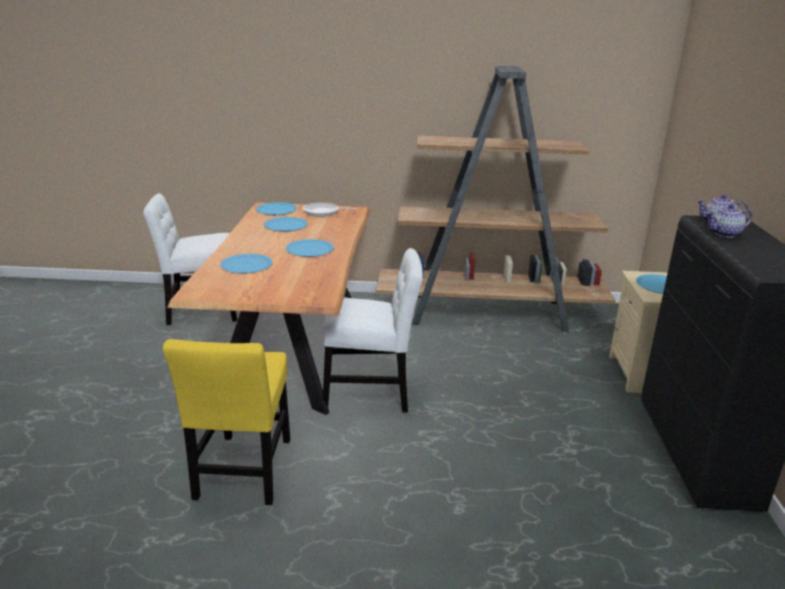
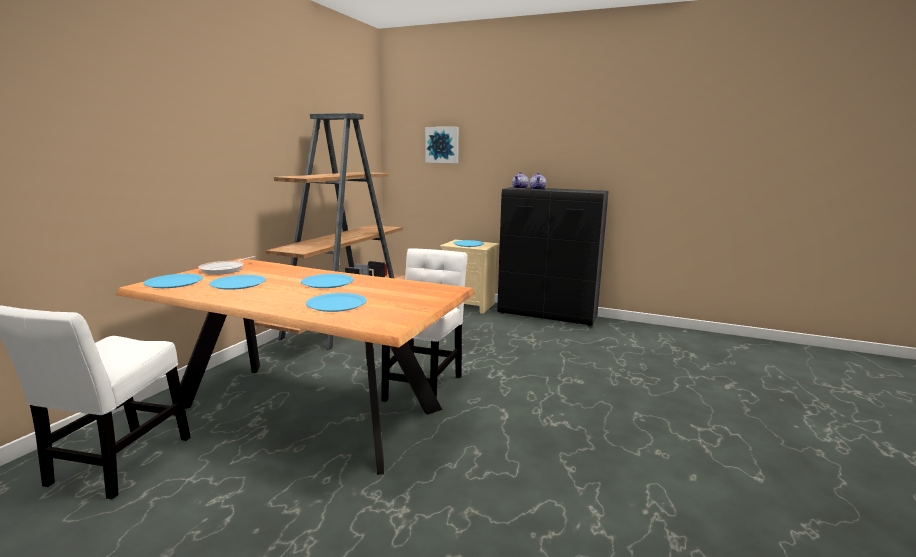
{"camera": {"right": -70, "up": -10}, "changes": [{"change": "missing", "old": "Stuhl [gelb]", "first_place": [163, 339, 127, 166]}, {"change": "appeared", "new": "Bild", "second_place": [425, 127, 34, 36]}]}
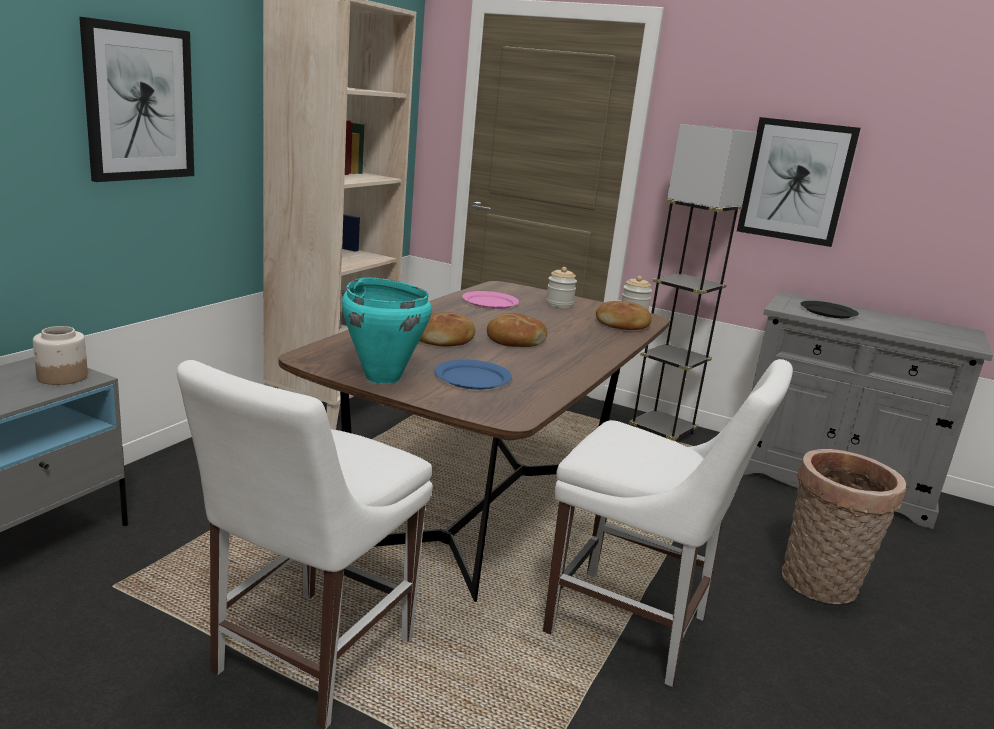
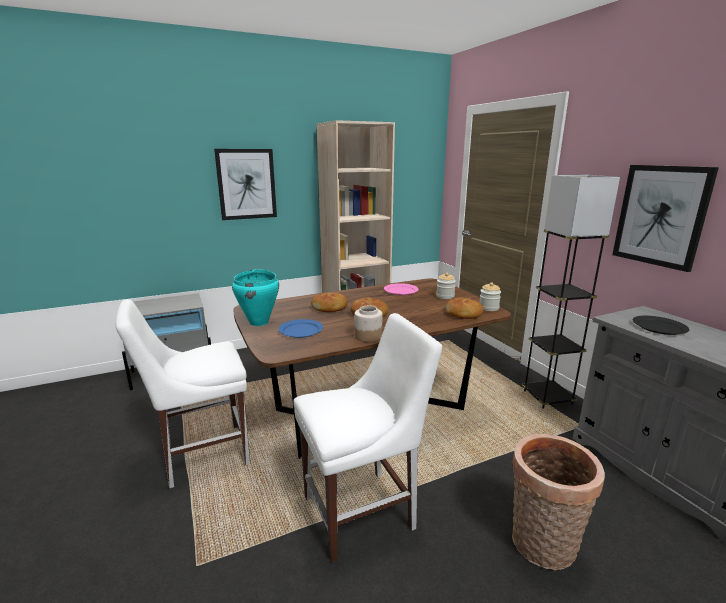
{"camera": {"right": 40, "up": 0}, "changes": [{"change": "relocated", "old": "Vorratsglas", "first_place": [33, 326, 55, 59], "second_place": [354, 306, 28, 36]}, {"change": "spun", "old": "Stuhl [weiß]", "first_place": [543, 359, 250, 328], "second_place": [293, 313, 149, 250], "degrees": -90}]}
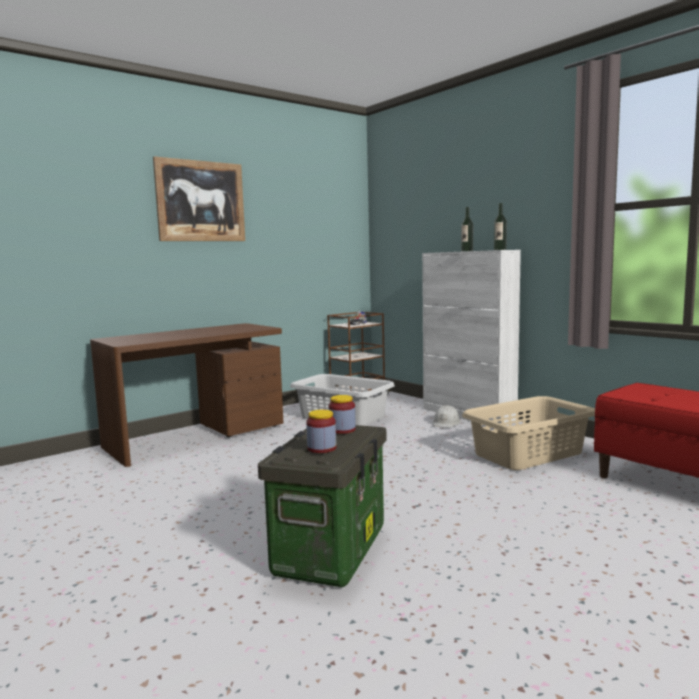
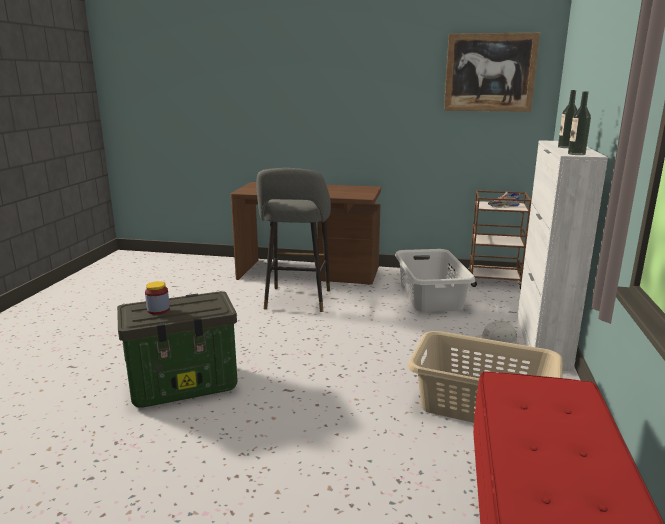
{"camera": {"right": 50, "up": 10}, "changes": [{"change": "relocated", "old": "Bild", "first_place": [153, 156, 92, 85], "second_place": [444, 33, 96, 79]}, {"change": "missing", "old": "Vorratsglas", "first_place": [329, 395, 27, 39]}, {"change": "appeared", "new": "Hocker [grau]", "second_place": [256, 168, 75, 144]}]}
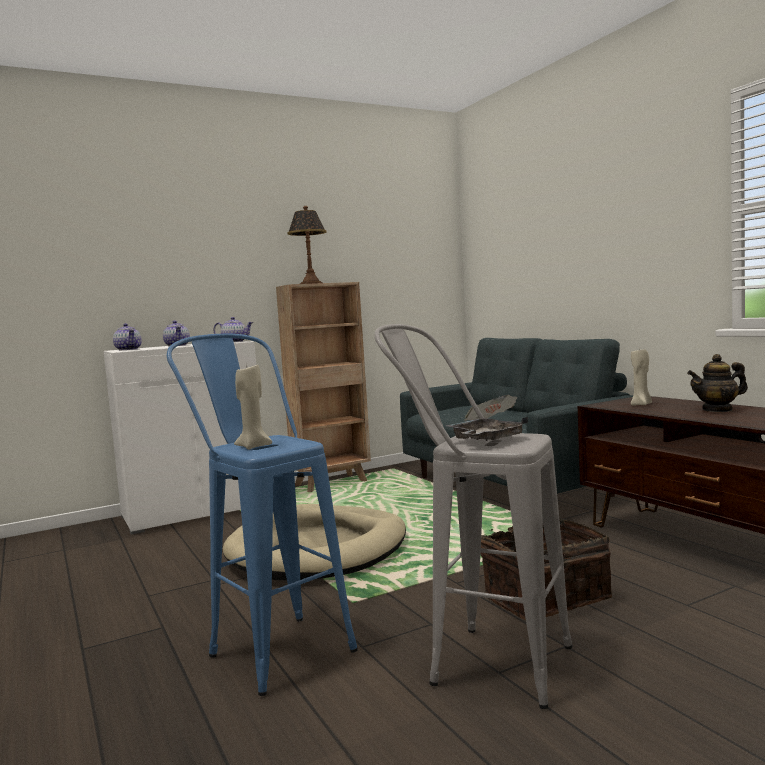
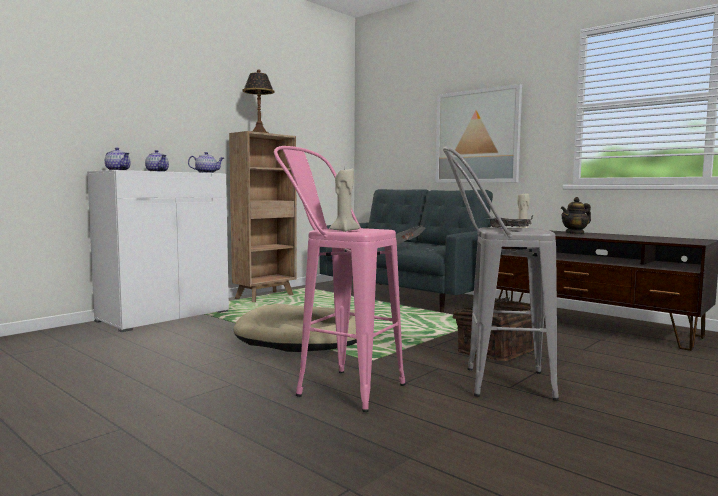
{"camera": {"right": -20, "up": 0}, "changes": [{"change": "colour", "old": "Hocker [blau]", "new": "Hocker [rosa]", "first_place": [167, 334, 191, 362], "second_place": [274, 146, 132, 266]}, {"change": "appeared", "new": "Bild", "second_place": [435, 84, 87, 99]}]}
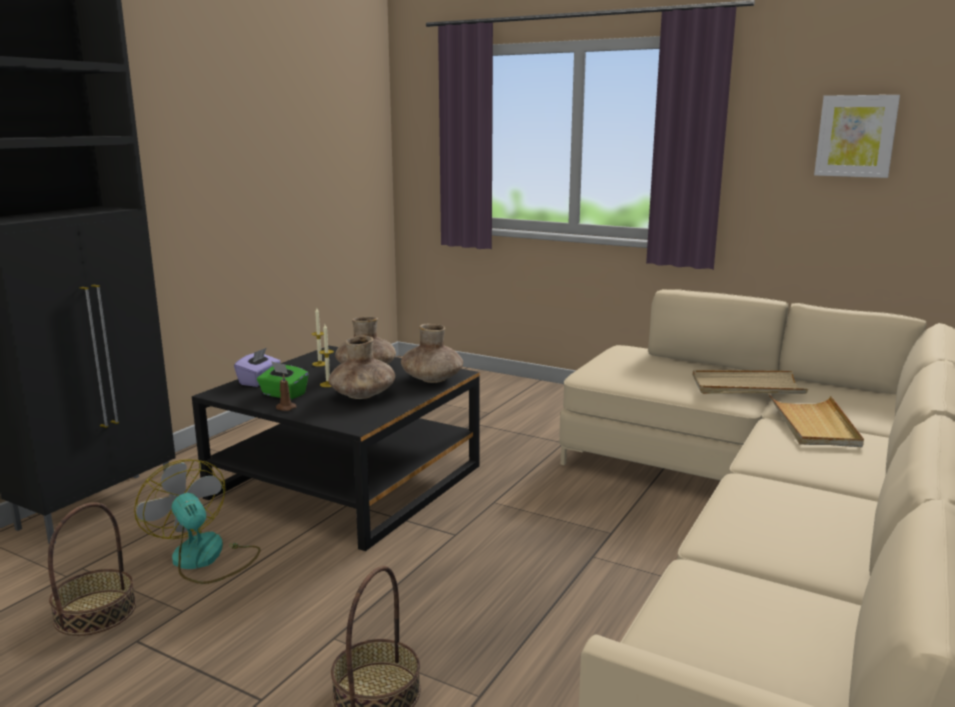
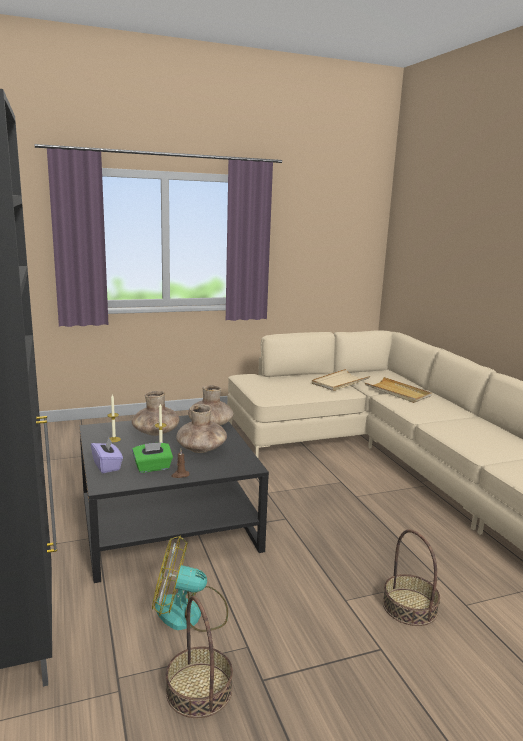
{"camera": {"right": -50, "up": 0}, "changes": [{"change": "missing", "old": "Bild", "first_place": [814, 95, 86, 83]}]}
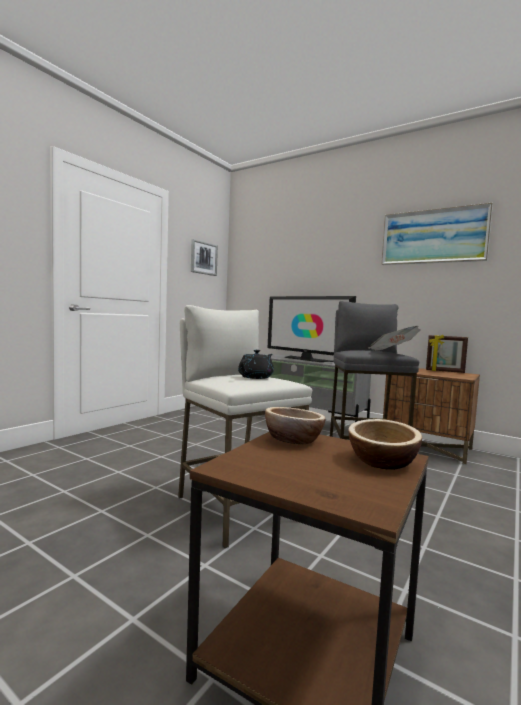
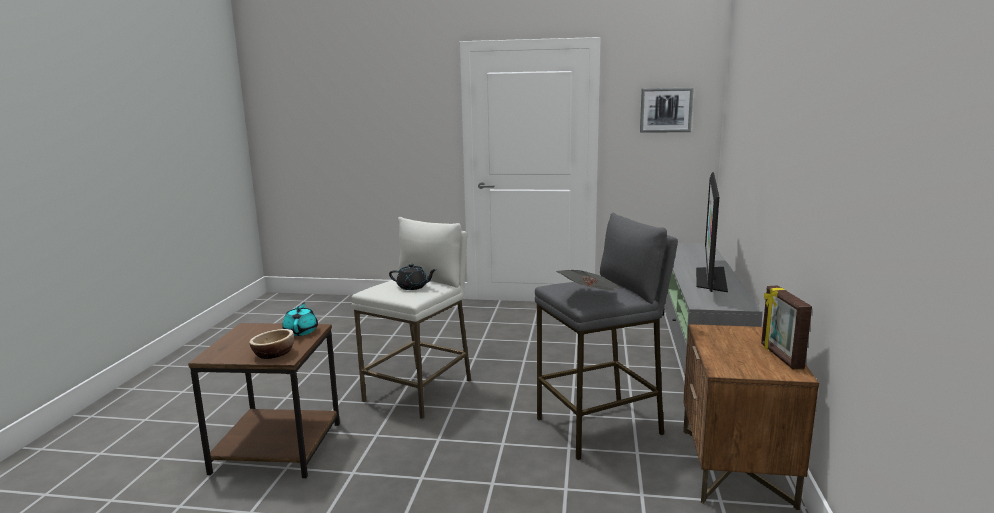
{"camera": {"right": 65, "up": 10}, "changes": [{"change": "exchanged", "old": "Schüssel", "new": "Teekanne [türkis]", "first_place": [265, 407, 61, 37], "second_place": [282, 303, 36, 33]}, {"change": "missing", "old": "Bild", "first_place": [381, 203, 112, 62]}]}
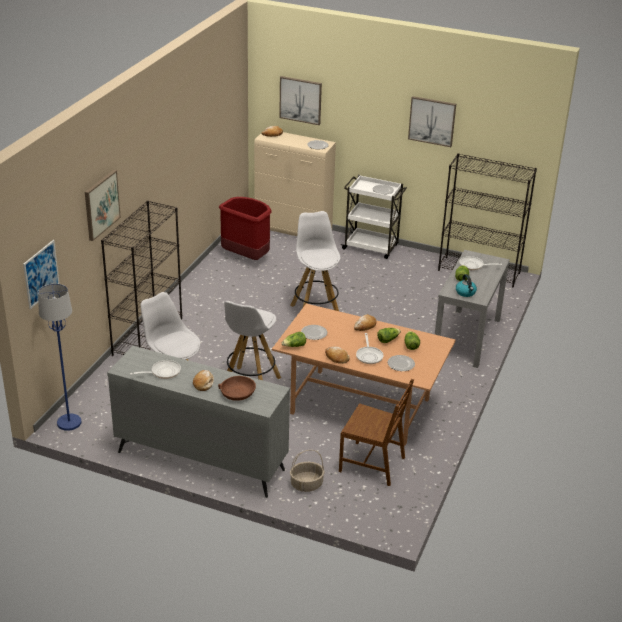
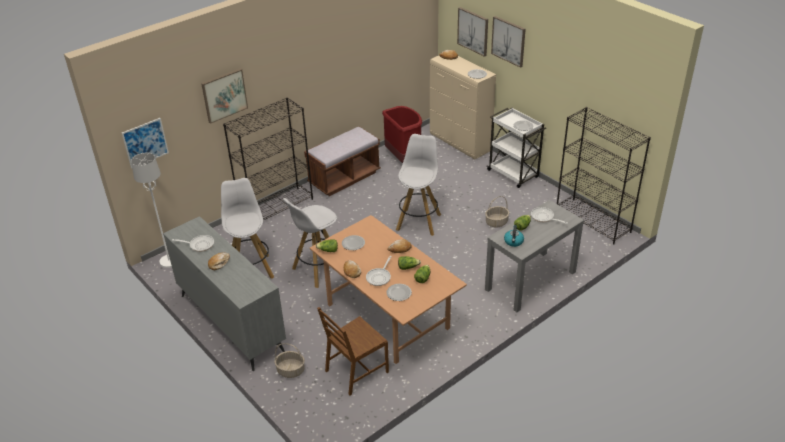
{"camera": {"right": 30, "up": 5}, "changes": [{"change": "colour", "old": "Stehlampe [blau]", "new": "Stehlampe [weiß]", "first_place": [38, 284, 43, 147], "second_place": [131, 153, 41, 115]}, {"change": "missing", "old": "Schüssel [braun]", "first_place": [218, 376, 38, 25]}, {"change": "spun", "old": "Stuhl [braun]", "first_place": [339, 379, 75, 107], "second_place": [317, 307, 72, 88], "degrees": 90}, {"change": "relocated", "old": "Bild", "first_place": [408, 96, 48, 51], "second_place": [491, 16, 35, 52]}, {"change": "appeared", "new": "Bank [braun]", "second_place": [304, 126, 77, 70]}, {"change": "appeared", "new": "Korb", "second_place": [485, 196, 24, 32]}]}
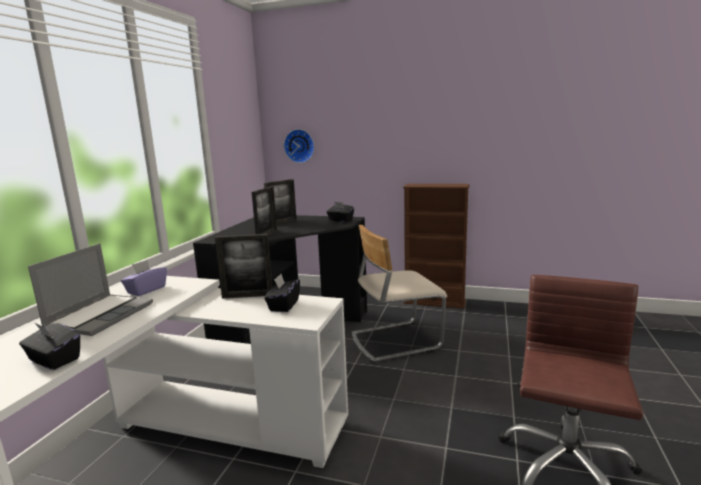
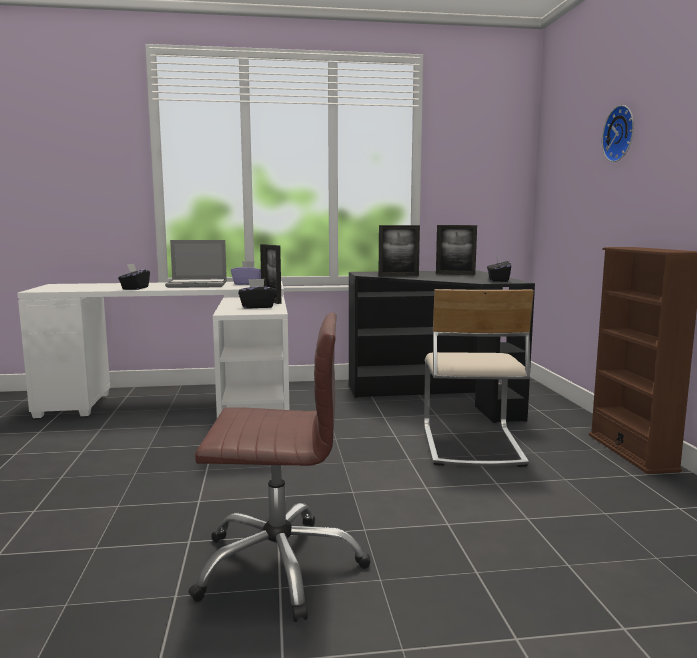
{"camera": {"right": 65, "up": -5}, "changes": [{"change": "relocated", "old": "Wanduhr", "first_place": [284, 129, 31, 34], "second_place": [602, 105, 32, 57]}, {"change": "spun", "old": "Stuhl [beige]", "first_place": [351, 225, 96, 138], "second_place": [424, 289, 110, 178], "degrees": -135}]}
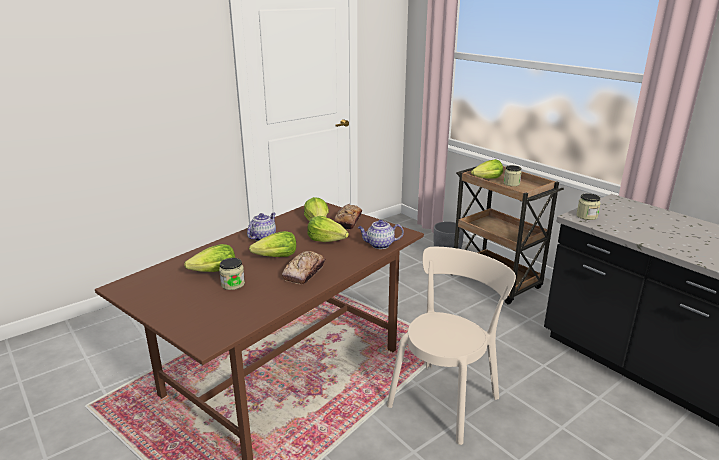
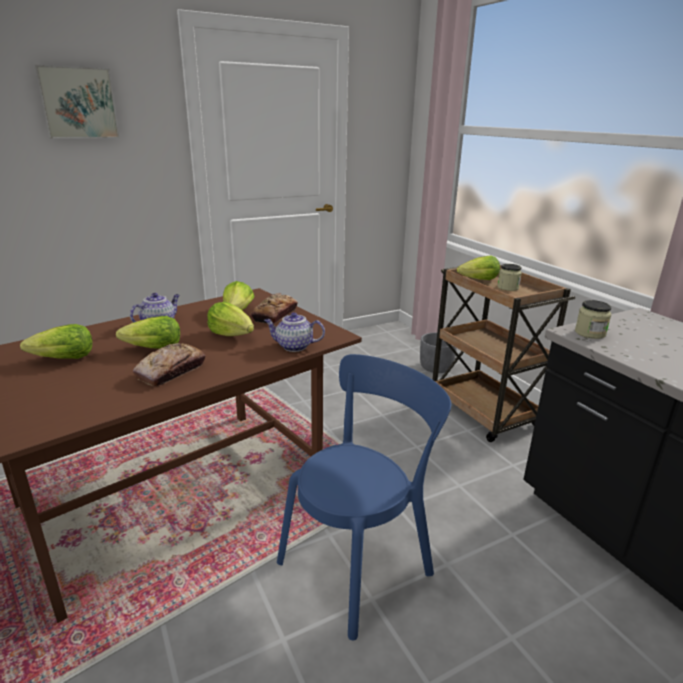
{"camera": {"right": 10, "up": 0}, "changes": [{"change": "missing", "old": "Vorratsglas", "first_place": [219, 258, 26, 32]}, {"change": "colour", "old": "Stuhl [beige]", "new": "Stuhl [blau]", "first_place": [387, 247, 129, 198], "second_place": [277, 354, 174, 286]}, {"change": "appeared", "new": "Bild", "second_place": [35, 65, 85, 74]}]}
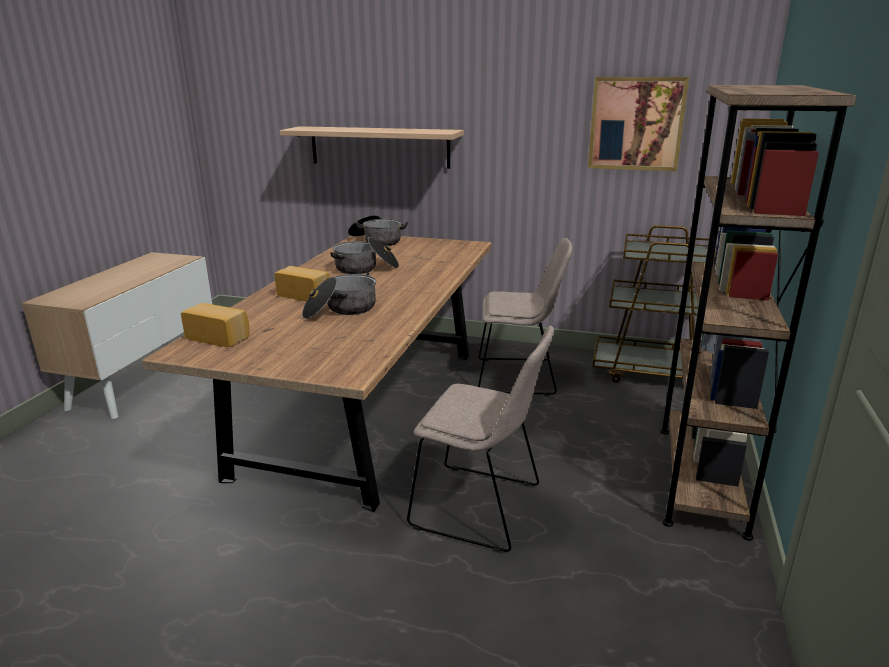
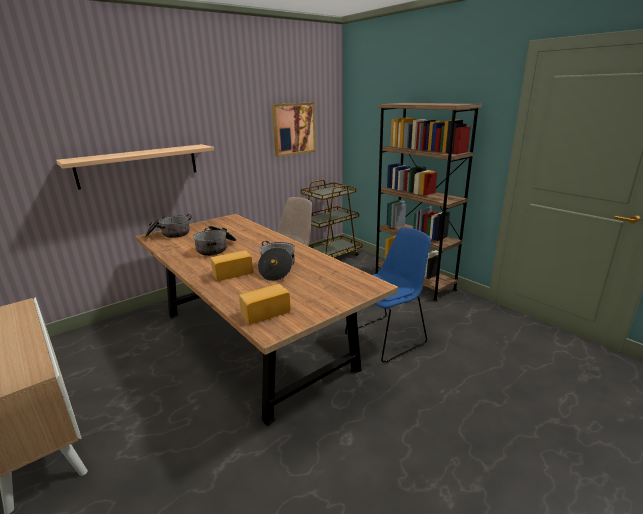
{"camera": {"right": -55, "up": 0}, "changes": [{"change": "colour", "old": "Stuhl [beige]", "new": "Stuhl [blau]", "first_place": [407, 326, 147, 227], "second_place": [345, 227, 86, 136]}]}
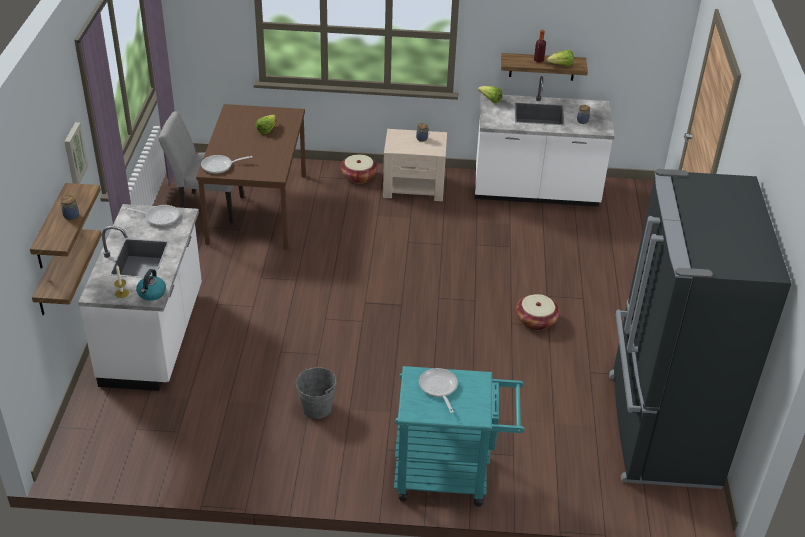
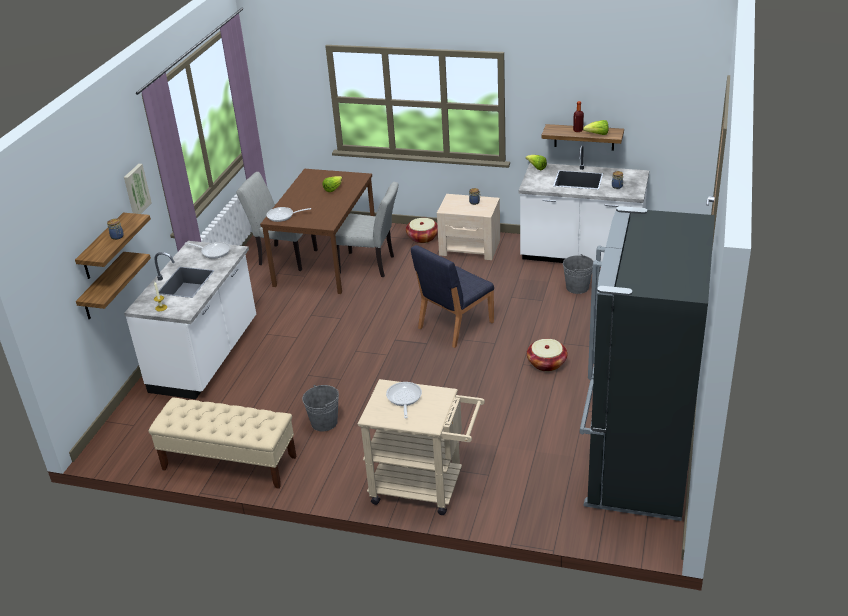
{"camera": {"right": 15, "up": -5}, "changes": [{"change": "missing", "old": "Wasserkessel", "first_place": [136, 269, 30, 32]}, {"change": "colour", "old": "Rollwagen [türkis]", "new": "Rollwagen [beige]", "first_place": [394, 366, 130, 141], "second_place": [358, 379, 127, 136]}, {"change": "appeared", "new": "Bank [beige]", "second_place": [148, 397, 148, 92]}, {"change": "appeared", "new": "Stuhl [grau]", "second_place": [335, 182, 63, 95]}, {"change": "appeared", "new": "Stuhl [blau]", "second_place": [411, 245, 83, 103]}, {"change": "appeared", "new": "Eimer [grau]", "second_place": [563, 254, 30, 40]}]}
